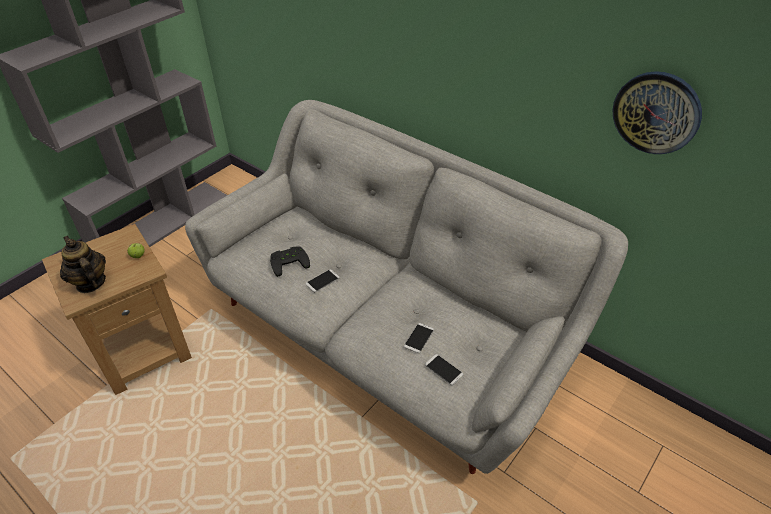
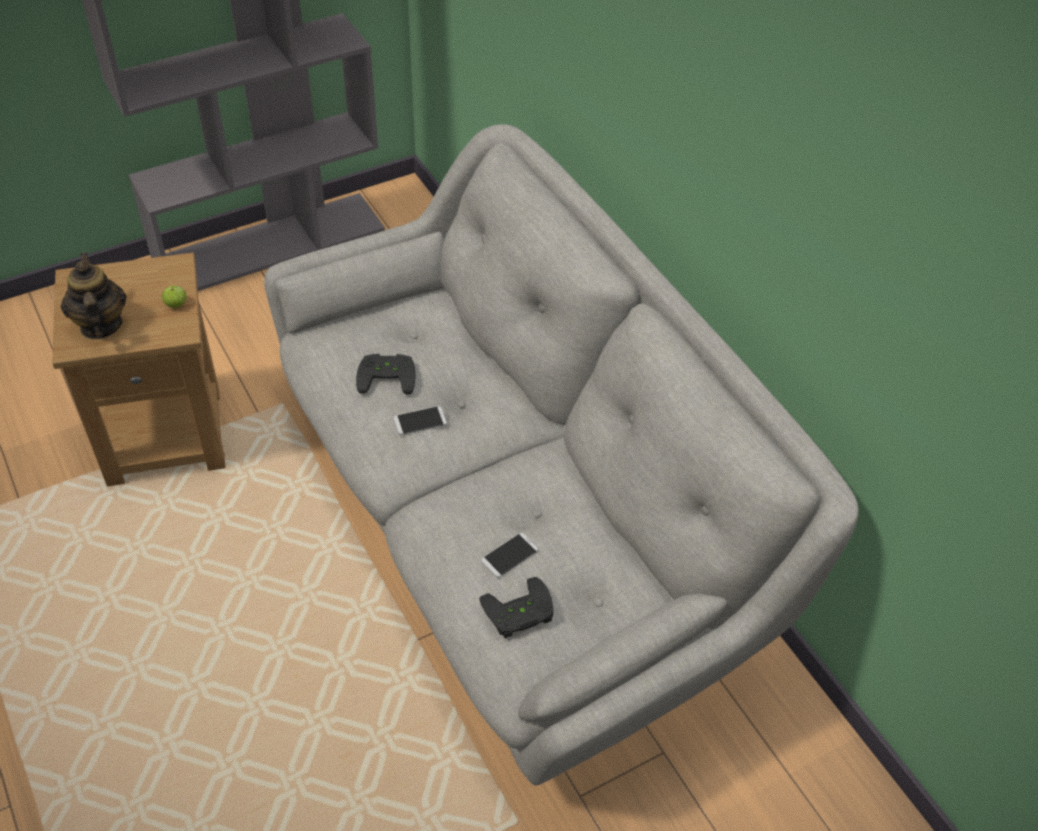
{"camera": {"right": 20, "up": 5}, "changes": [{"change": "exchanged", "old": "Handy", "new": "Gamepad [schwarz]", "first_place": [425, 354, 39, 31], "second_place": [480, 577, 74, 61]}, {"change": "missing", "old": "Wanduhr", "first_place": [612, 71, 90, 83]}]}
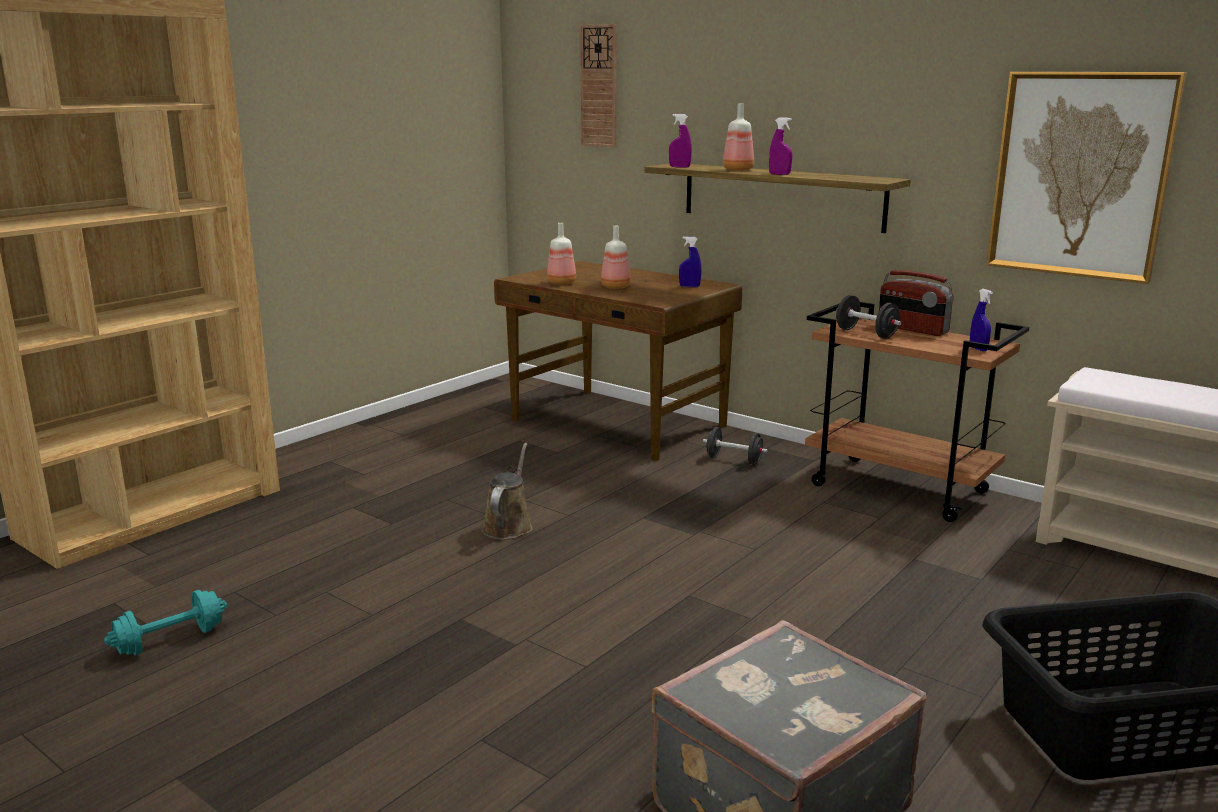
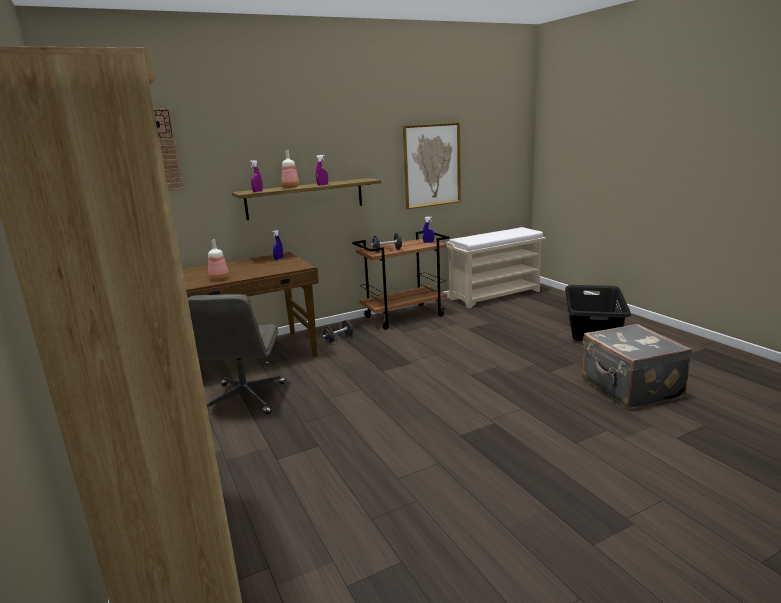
{"camera": {"right": -65, "up": 0}, "changes": [{"change": "missing", "old": "Hantel [türkis]", "first_place": [104, 590, 123, 65]}, {"change": "missing", "old": "Gießkanne [braun]", "first_place": [481, 443, 52, 97]}, {"change": "missing", "old": "Flasche", "first_place": [601, 226, 30, 63]}, {"change": "missing", "old": "Radio", "first_place": [879, 270, 75, 66]}, {"change": "appeared", "new": "Bürostuhl [grau]", "second_place": [188, 294, 98, 121]}]}
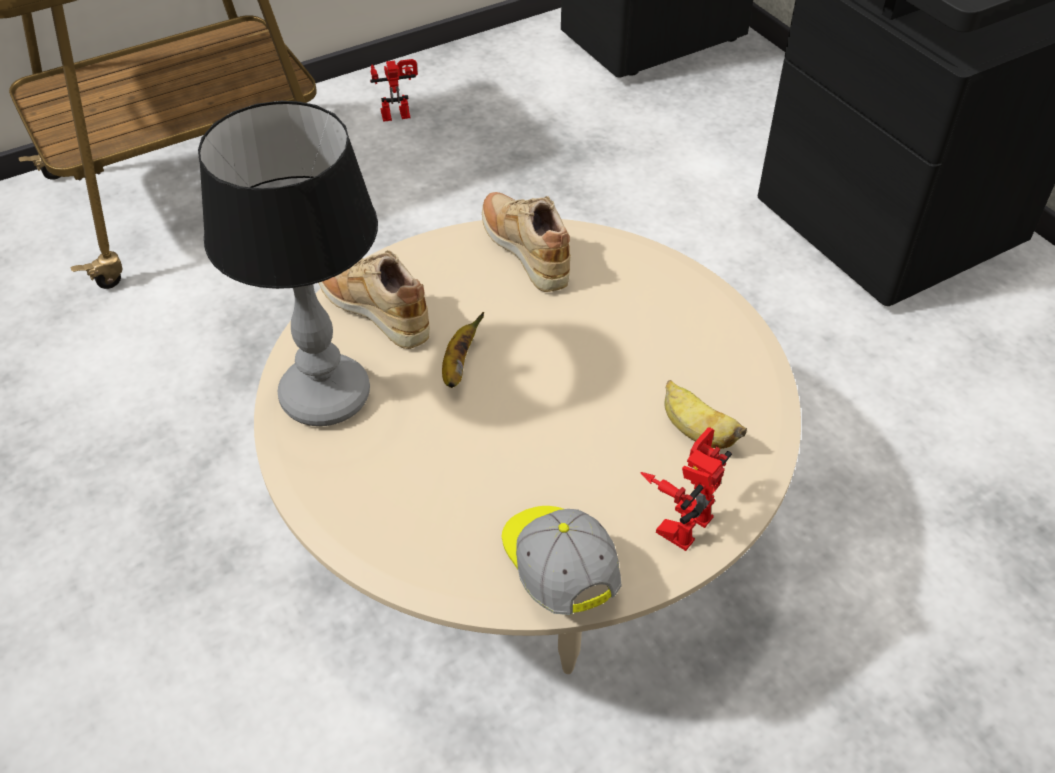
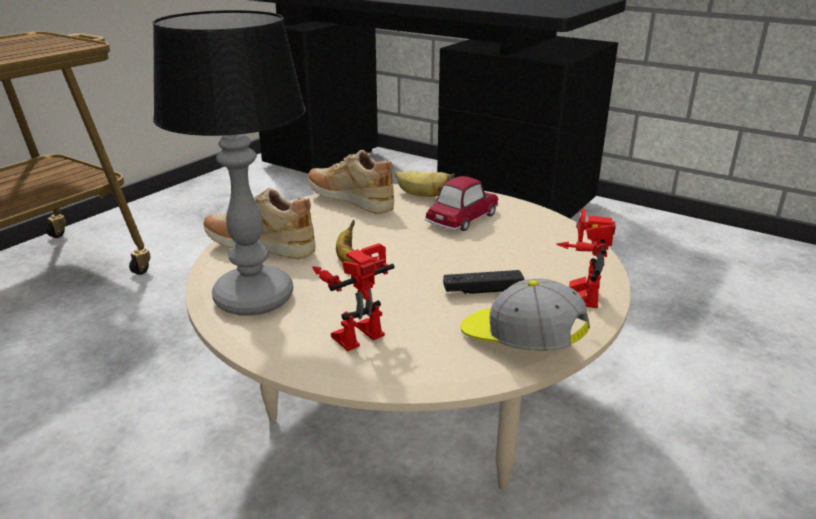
{"camera": {"right": -25, "up": -20}, "changes": [{"change": "relocated", "old": "Spielzeugroboter", "first_place": [370, 59, 48, 63], "second_place": [312, 243, 83, 108]}, {"change": "relocated", "old": "Banane", "first_place": [664, 380, 83, 69], "second_place": [395, 171, 60, 26]}, {"change": "appeared", "new": "Spielzeugauto", "second_place": [425, 176, 73, 55]}, {"change": "appeared", "new": "Gamepad [schwarz]", "second_place": [443, 270, 81, 24]}]}
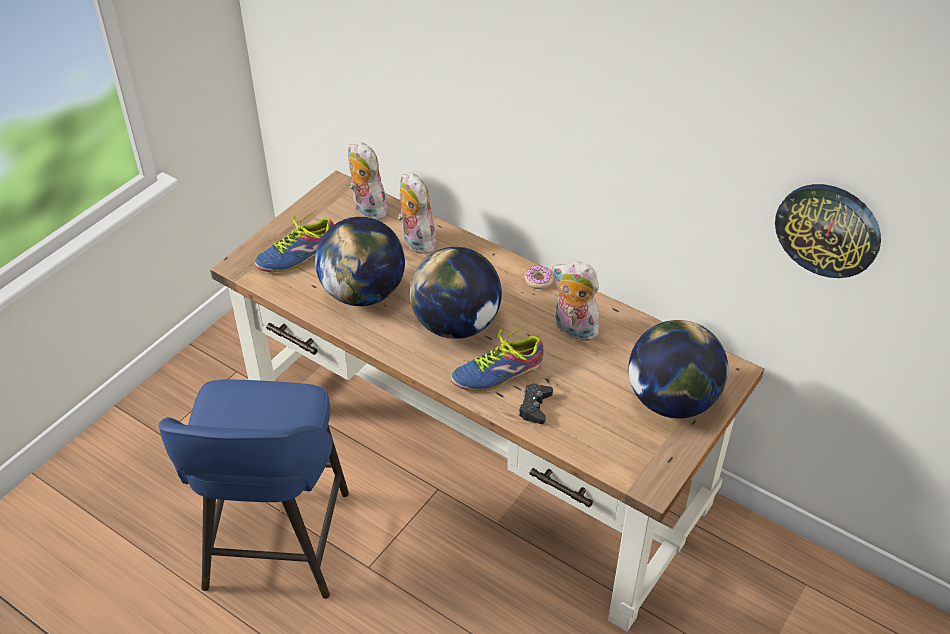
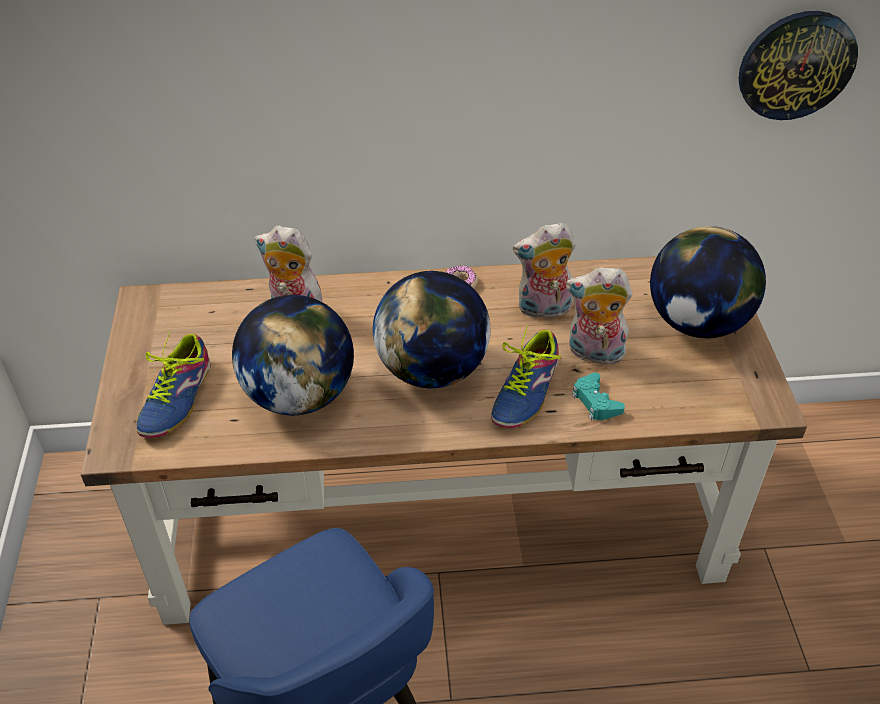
{"camera": {"right": -40, "up": 0}, "changes": [{"change": "relocated", "old": "Plüschtier", "first_place": [348, 141, 39, 79], "second_place": [566, 267, 66, 98]}, {"change": "colour", "old": "Gamepad [schwarz]", "new": "Gamepad [türkis]", "first_place": [518, 383, 35, 41], "second_place": [572, 372, 53, 48]}]}
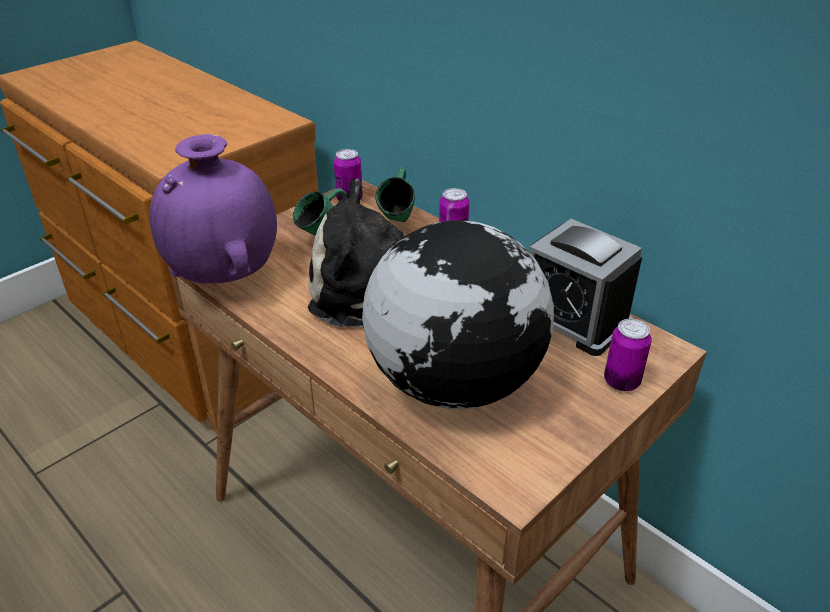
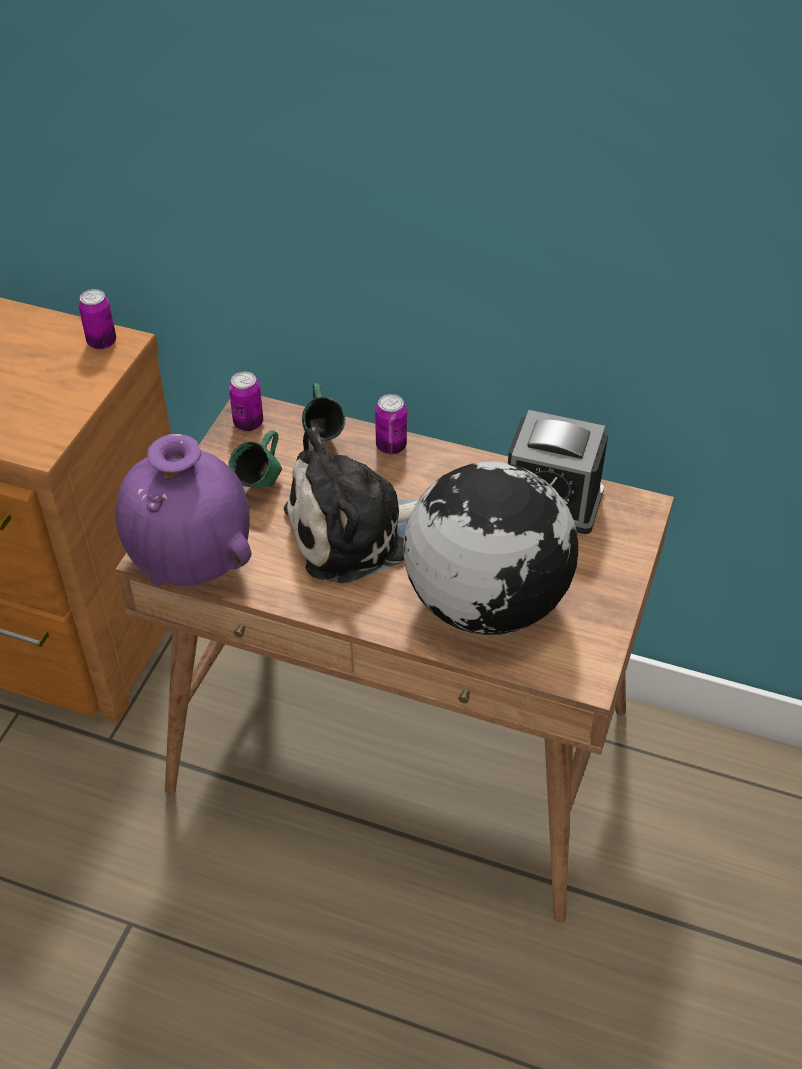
{"camera": {"right": -25, "up": 10}, "changes": [{"change": "relocated", "old": "Dose", "first_place": [604, 319, 48, 72], "second_place": [78, 289, 38, 61]}]}
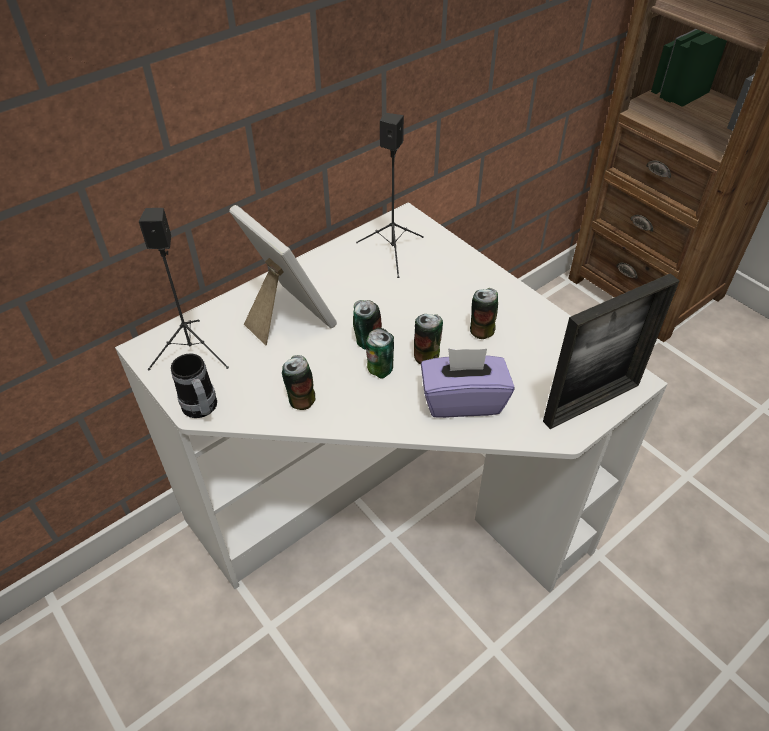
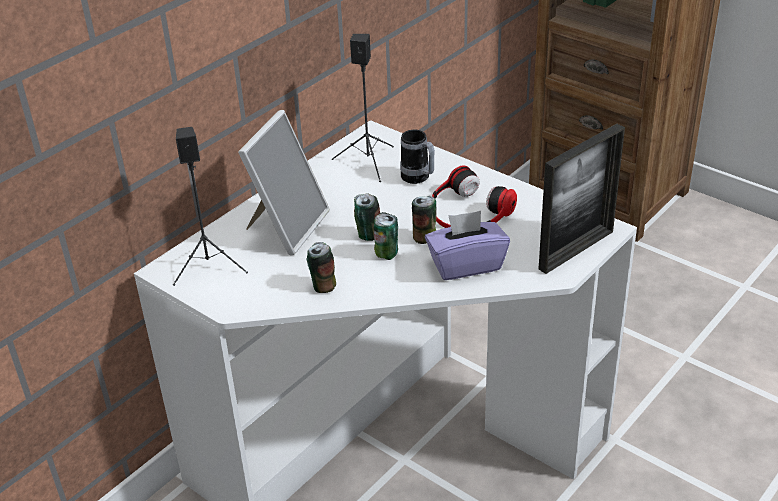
{"camera": {"right": -10, "up": -10}, "changes": [{"change": "relocated", "old": "Henkelbecher", "first_place": [171, 354, 46, 64], "second_place": [400, 130, 35, 54]}, {"change": "spun", "old": "Bilderrahmen", "first_place": [229, 205, 108, 140], "second_place": [238, 110, 92, 145], "degrees": 75}, {"change": "exchanged", "old": "Dose", "new": "Kopfhörer", "first_place": [470, 288, 28, 51], "second_place": [432, 165, 85, 63]}]}
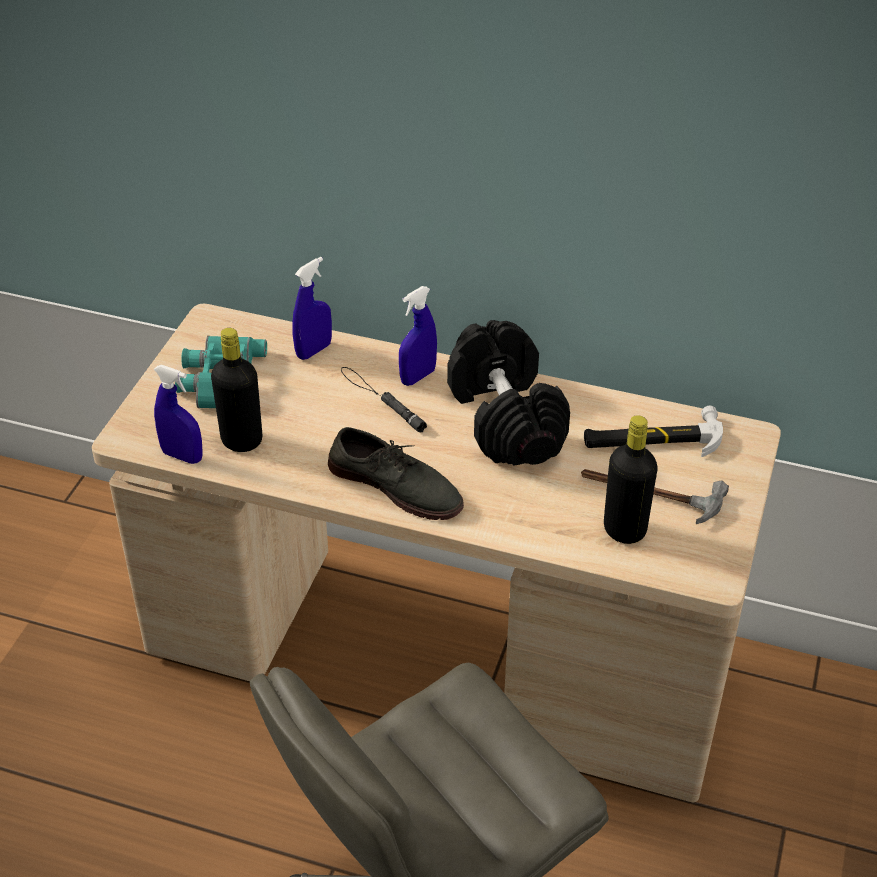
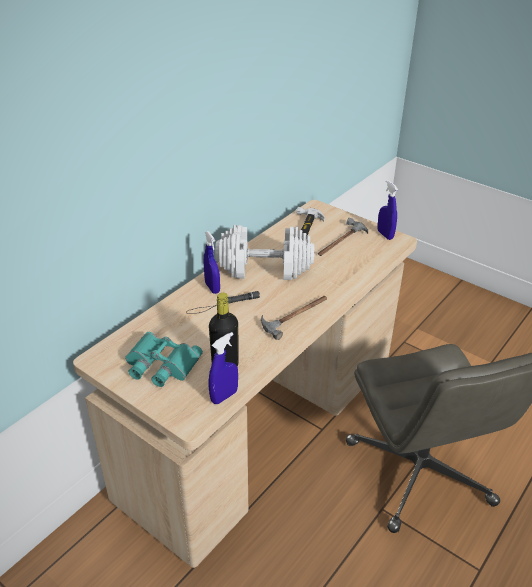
{"camera": {"right": -70, "up": -5}, "changes": [{"change": "relocated", "old": "Sprühflasche [blau]", "first_place": [292, 257, 40, 103], "second_place": [377, 180, 21, 60]}, {"change": "exchanged", "old": "Schuh [grau]", "new": "Hammer", "first_place": [328, 427, 136, 93], "second_place": [261, 296, 66, 44]}, {"change": "colour", "old": "Hantel [schwarz]", "new": "Hantel [weiß]", "first_place": [447, 320, 123, 145], "second_place": [215, 225, 99, 55]}, {"change": "missing", "old": "Flasche [schwarz]", "first_place": [604, 415, 53, 129]}]}
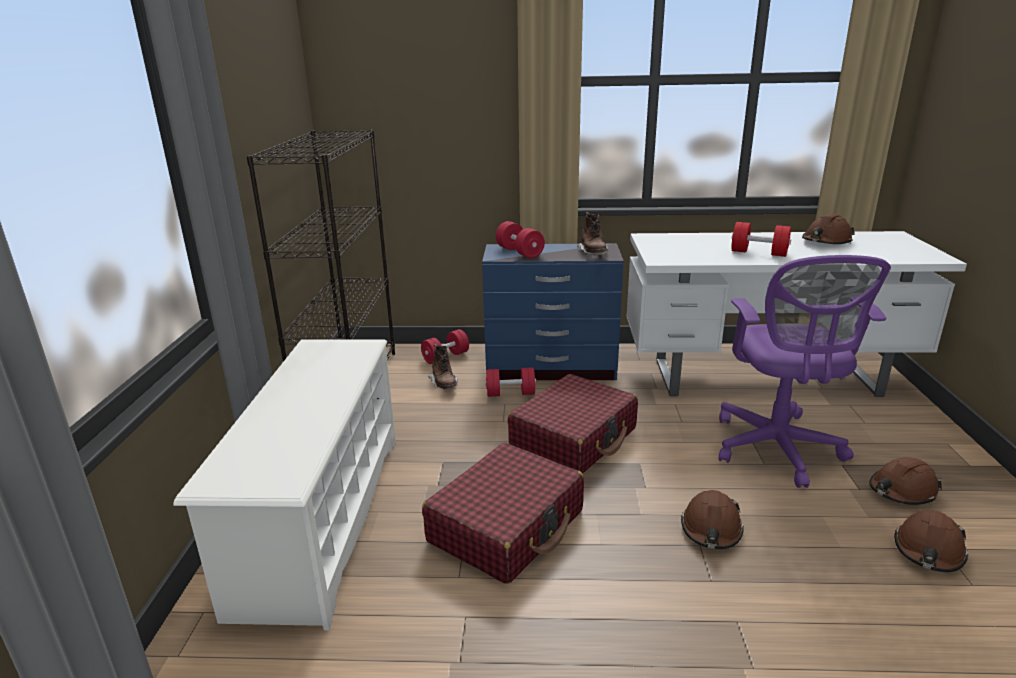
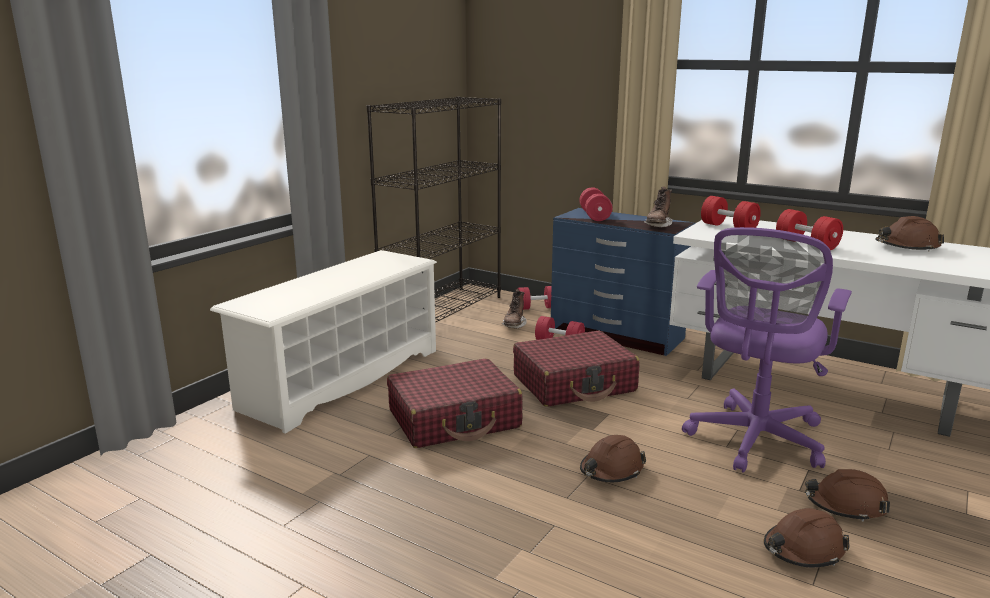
{"camera": {"right": 30, "up": -5}, "changes": [{"change": "appeared", "new": "Hantel [rot]", "second_place": [701, 196, 60, 32]}]}
